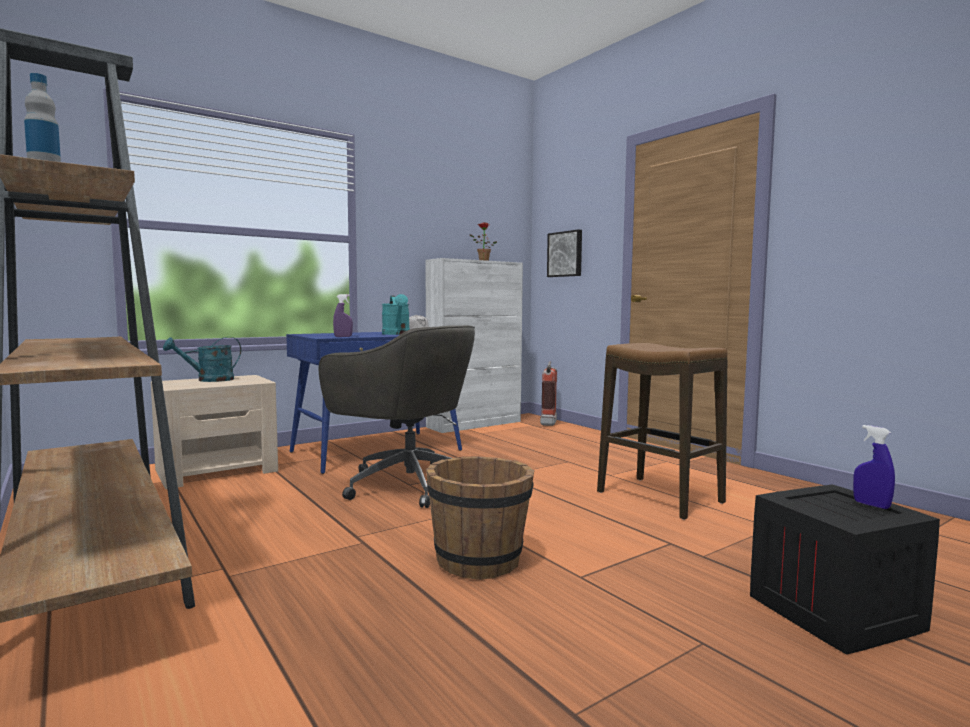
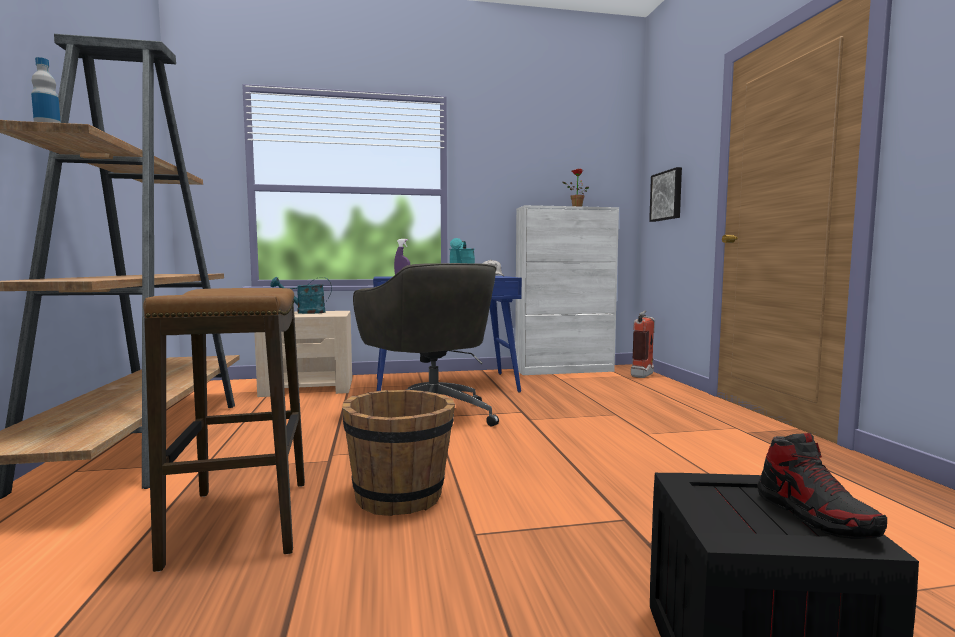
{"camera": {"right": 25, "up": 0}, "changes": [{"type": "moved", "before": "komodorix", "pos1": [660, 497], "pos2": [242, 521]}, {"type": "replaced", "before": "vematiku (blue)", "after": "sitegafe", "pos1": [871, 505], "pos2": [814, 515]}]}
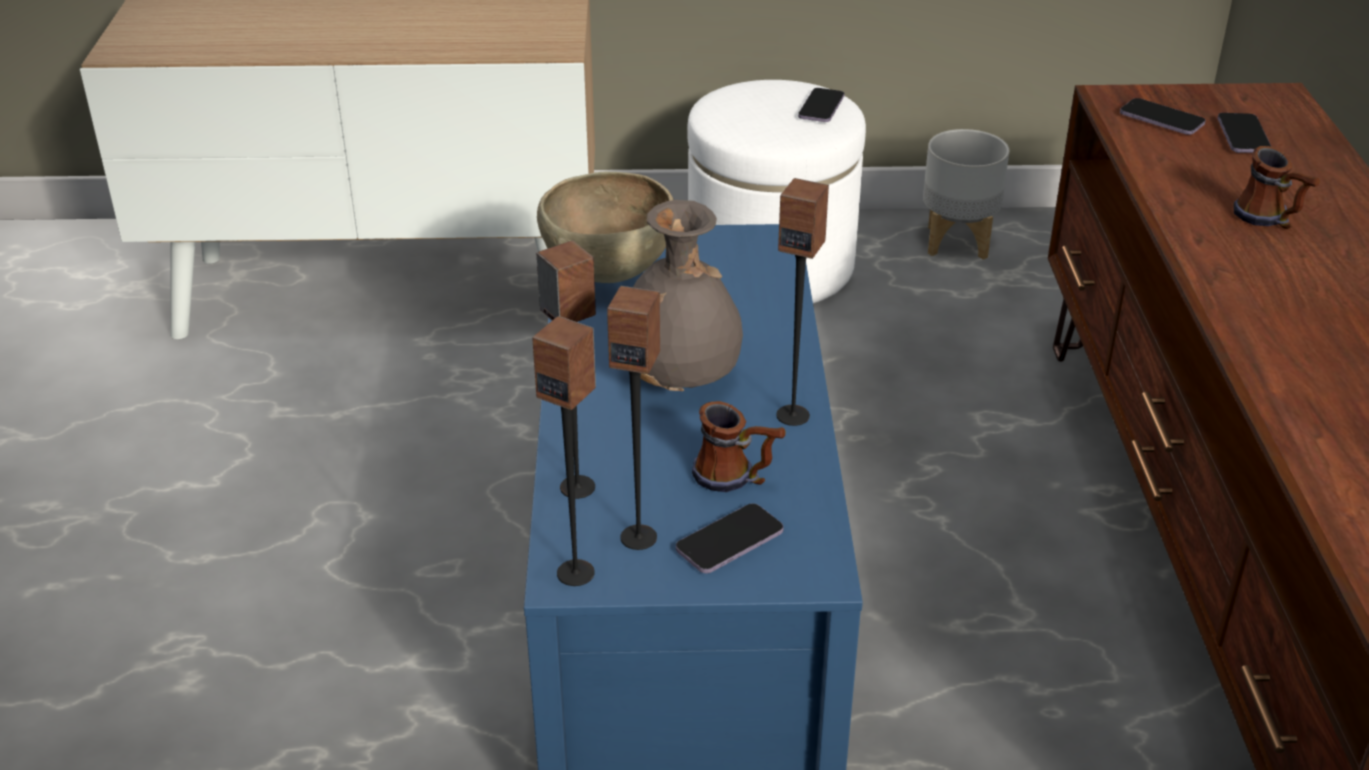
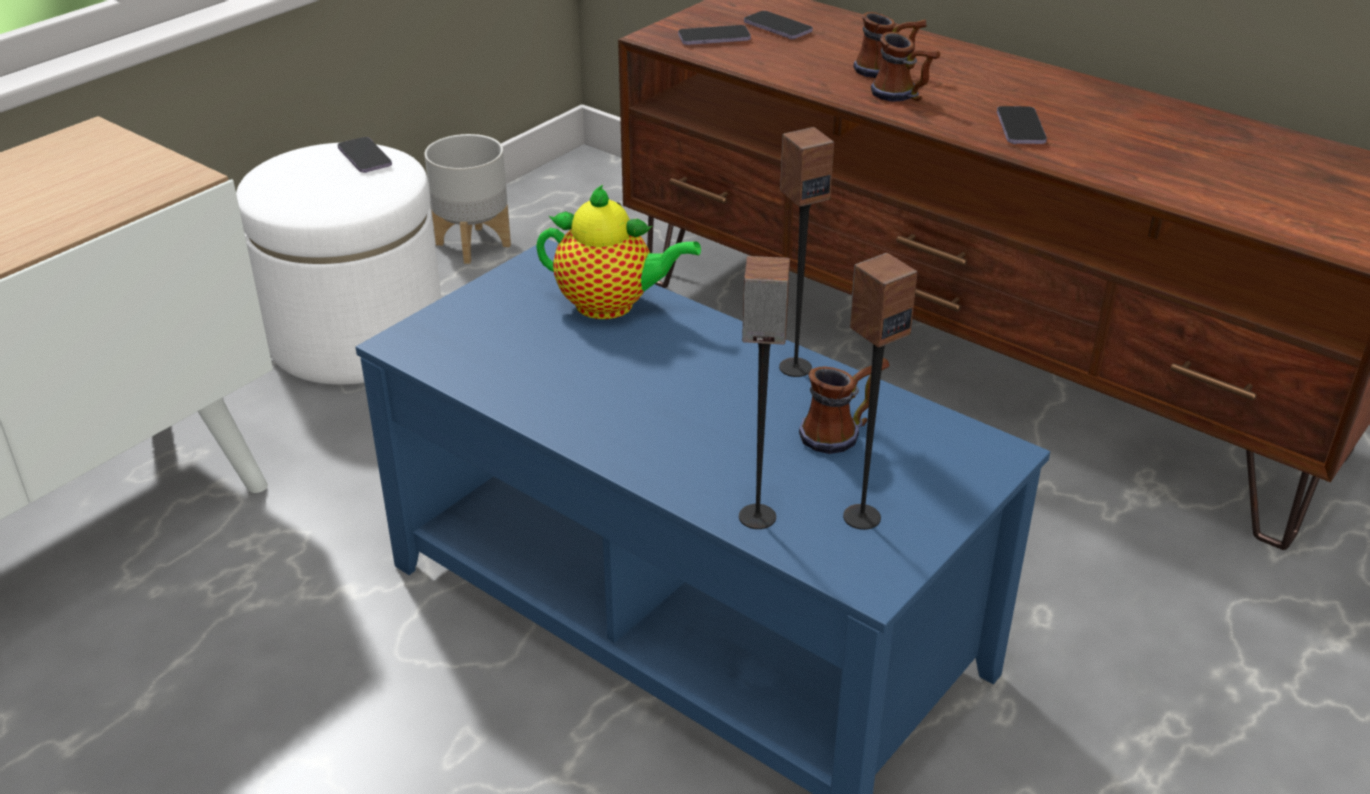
{"camera": {"right": -50, "up": 0}, "changes": [{"type": "removed", "before": "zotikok", "pos1": [576, 572]}, {"type": "removed", "before": "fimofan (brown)", "pos1": [609, 274]}, {"type": "removed", "before": "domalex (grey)", "pos1": [681, 381]}, {"type": "moved", "before": "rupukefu", "pos1": [729, 541], "pos2": [1020, 128]}, {"type": "added", "after": "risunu", "pos2": [611, 305]}, {"type": "added", "after": "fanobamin", "pos2": [903, 96]}]}
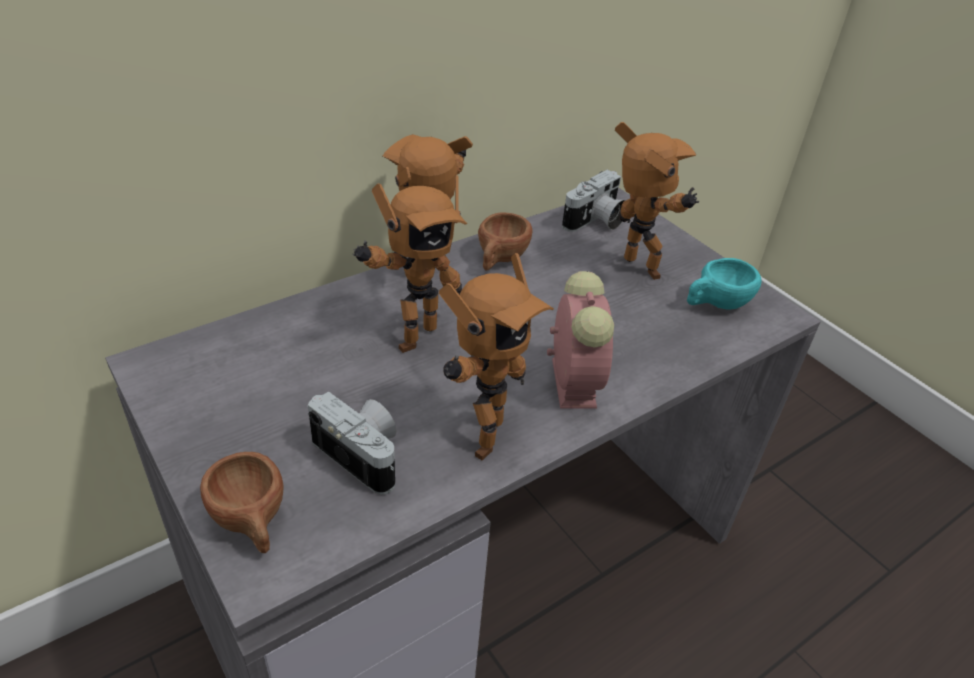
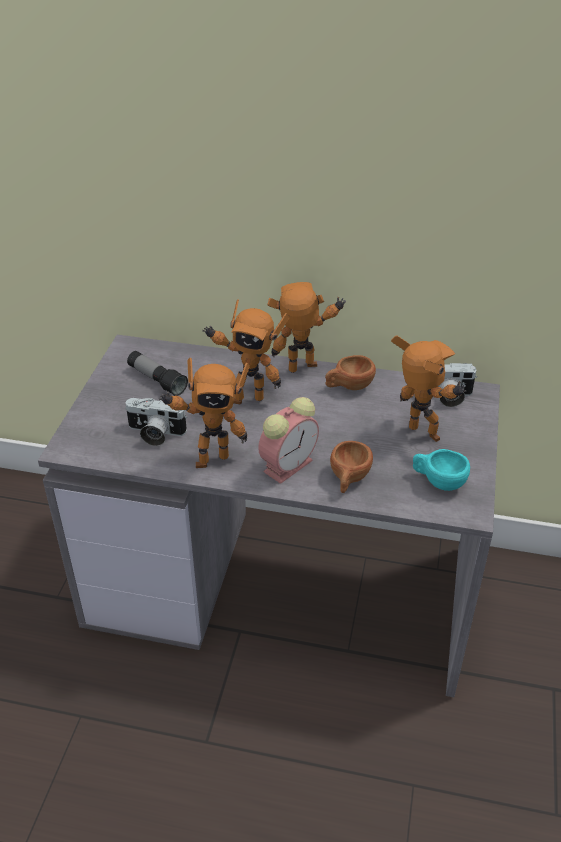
{"camera": {"right": 50, "up": 0}, "changes": [{"type": "moved", "before": "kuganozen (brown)", "pos1": [252, 523], "pos2": [348, 479]}, {"type": "turned", "before": "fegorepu", "pos1": [364, 454], "pos2": [155, 433], "turn": 105}, {"type": "turned", "before": "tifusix", "pos1": [637, 270], "pos2": [421, 436], "turn": -60}, {"type": "added", "after": "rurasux", "pos2": [157, 380]}]}
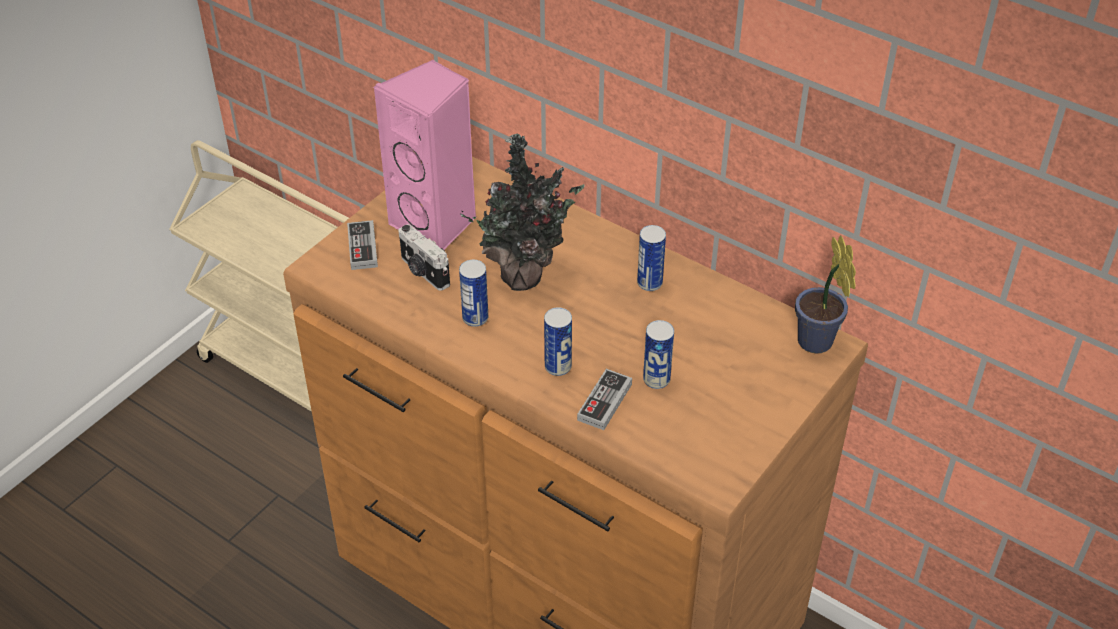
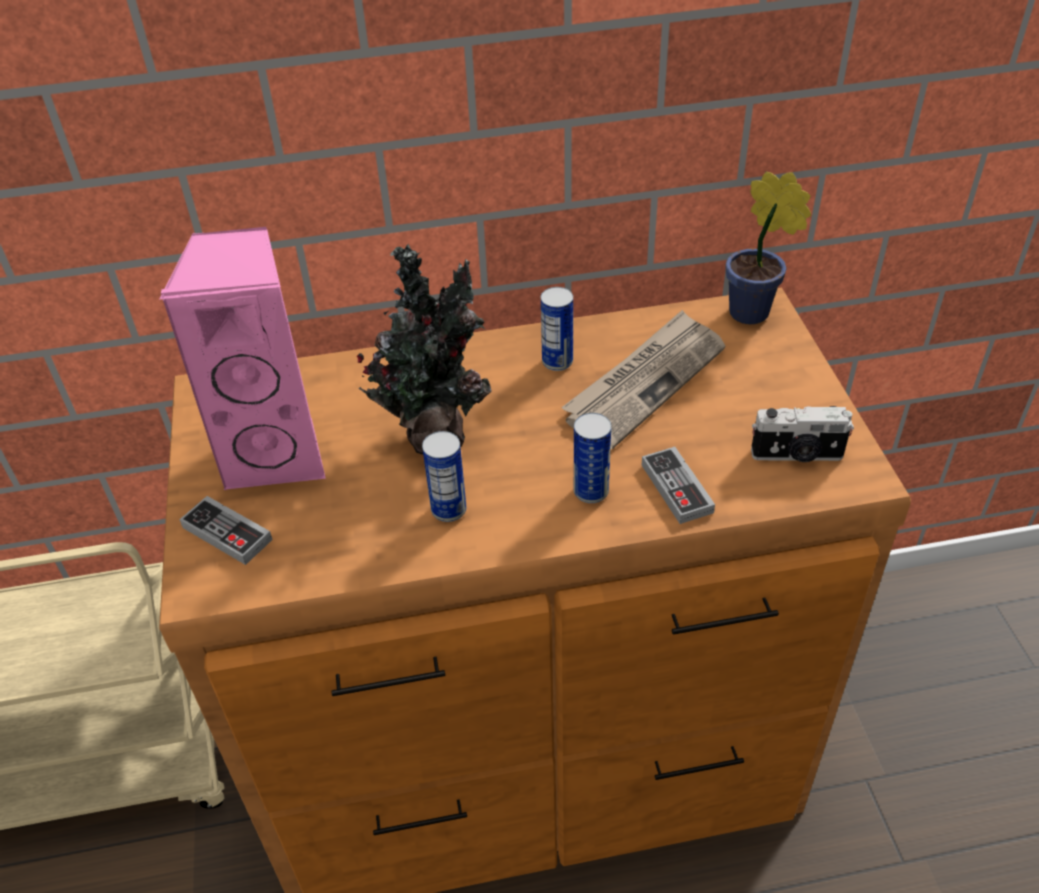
{"camera": {"right": -45, "up": 0}, "changes": [{"type": "moved", "before": "fegorepu", "pos1": [423, 272], "pos2": [797, 455]}, {"type": "removed", "before": "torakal", "pos1": [656, 379]}, {"type": "added", "after": "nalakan", "pos2": [645, 382]}]}
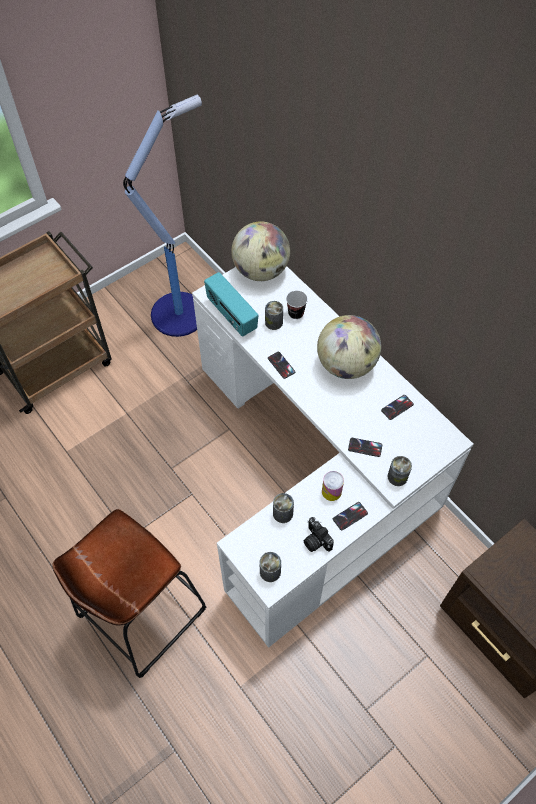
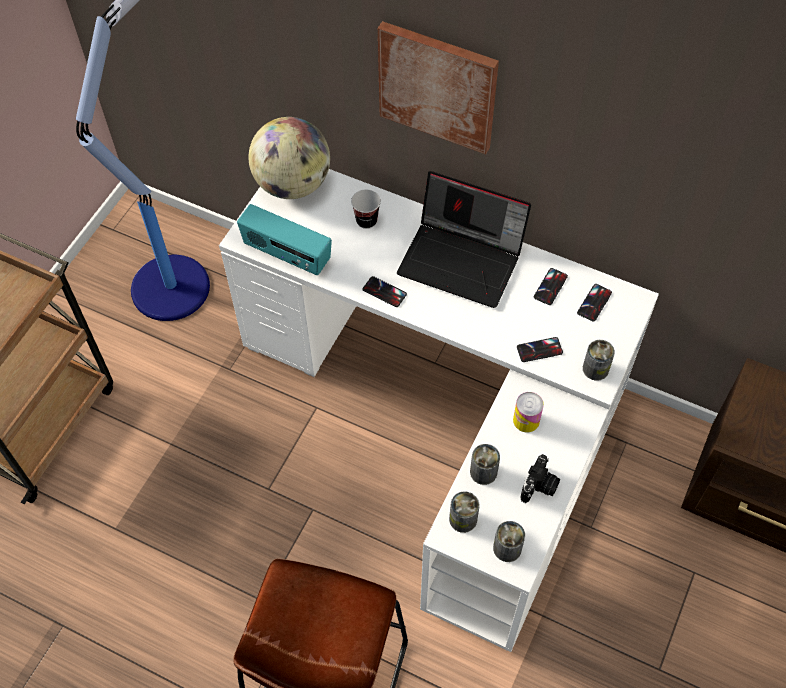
{"camera": {"right": -25, "up": 0}, "changes": [{"type": "moved", "before": "torakal", "pos1": [274, 322], "pos2": [463, 519]}, {"type": "turned", "before": "fegorepu", "pos1": [315, 540], "pos2": [539, 487], "turn": -90}, {"type": "replaced", "before": "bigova", "after": "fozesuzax", "pos1": [346, 365], "pos2": [463, 260]}, {"type": "moved", "before": "rupukefu", "pos1": [350, 516], "pos2": [594, 303]}, {"type": "added", "after": "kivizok", "pos2": [437, 86]}]}
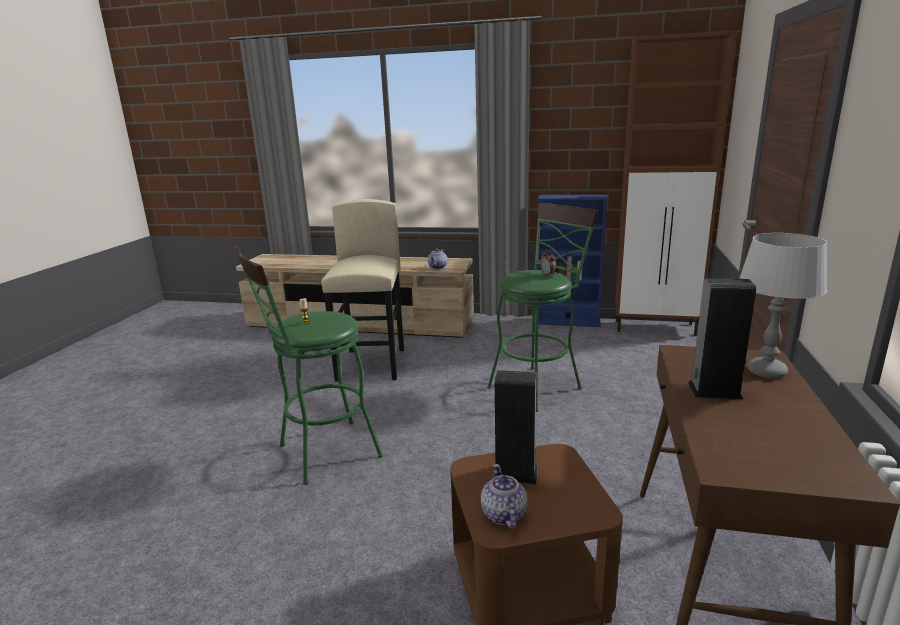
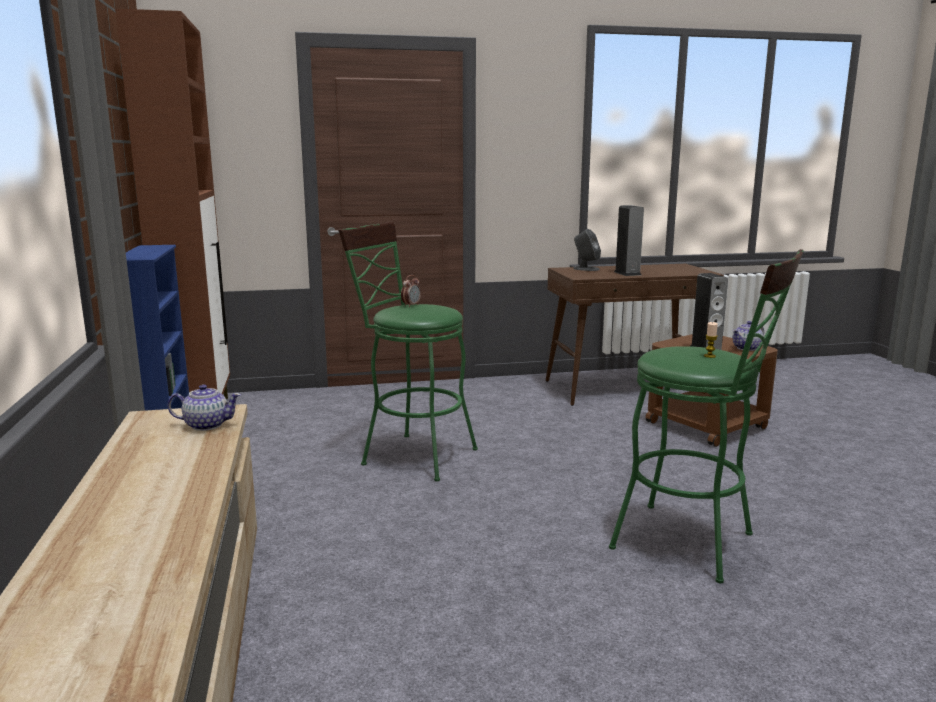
{"camera": {"right": -115, "up": -5}, "changes": [{"type": "removed", "before": "komodorix (beige)", "pos1": [372, 364]}, {"type": "replaced", "before": "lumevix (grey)", "after": "zotikok (grey)", "pos1": [767, 371], "pos2": [586, 269]}]}
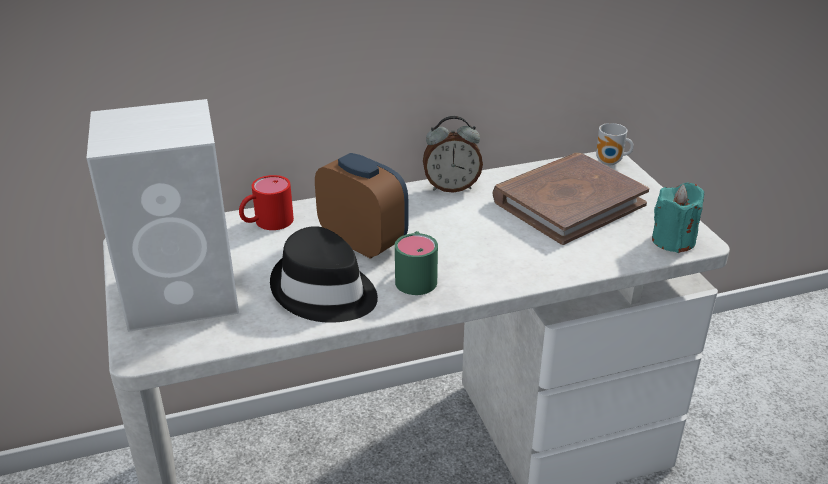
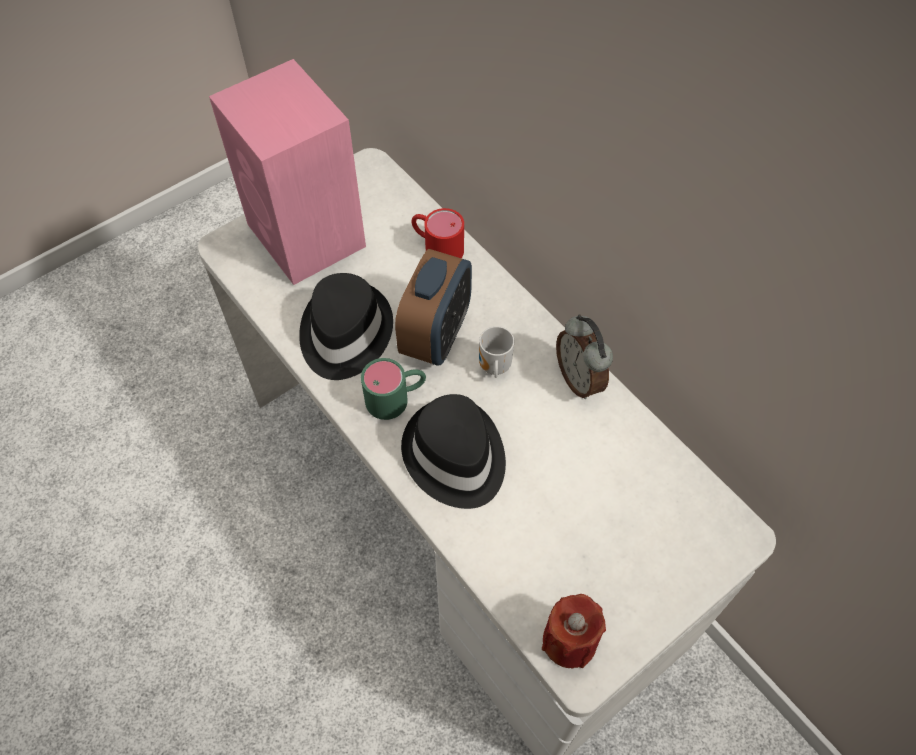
{"camera": {"right": 70, "up": 25}, "changes": [{"type": "recoloured", "before": "zotikok (white)", "after": "zotikok (pink)", "pos1": [185, 293], "pos2": [308, 237]}, {"type": "removed", "before": "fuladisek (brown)", "pos1": [568, 202]}, {"type": "moved", "before": "fanobamin", "pos1": [610, 163], "pos2": [493, 367]}, {"type": "recoloured", "before": "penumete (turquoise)", "after": "penumete (red)", "pos1": [673, 240], "pos2": [569, 641]}, {"type": "added", "after": "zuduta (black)", "pos2": [454, 456]}]}
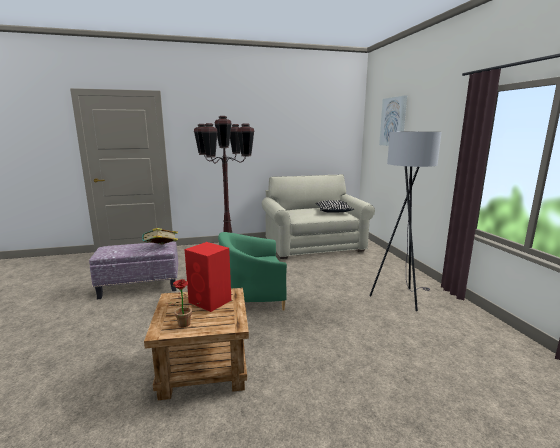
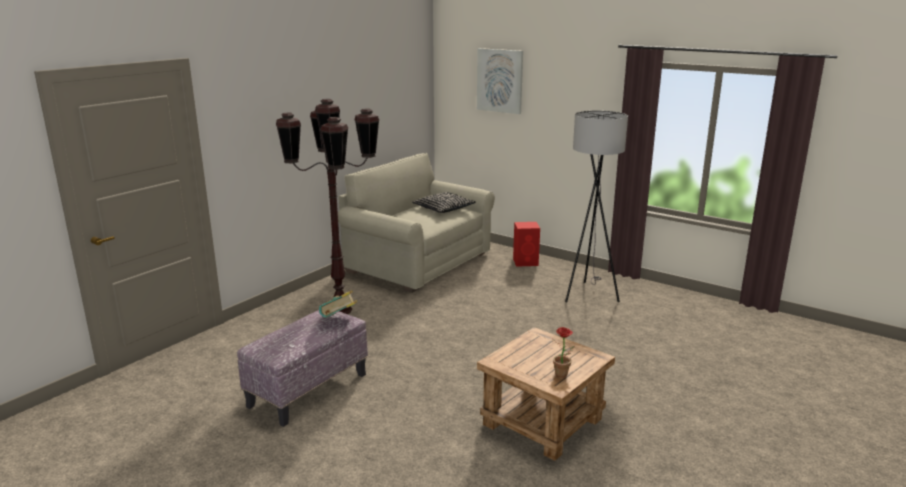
{"camera": {"right": -40, "up": 5}, "changes": [{"type": "moved", "before": "zotikok (red)", "pos1": [210, 301], "pos2": [526, 262]}, {"type": "removed", "before": "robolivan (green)", "pos1": [254, 297]}]}
